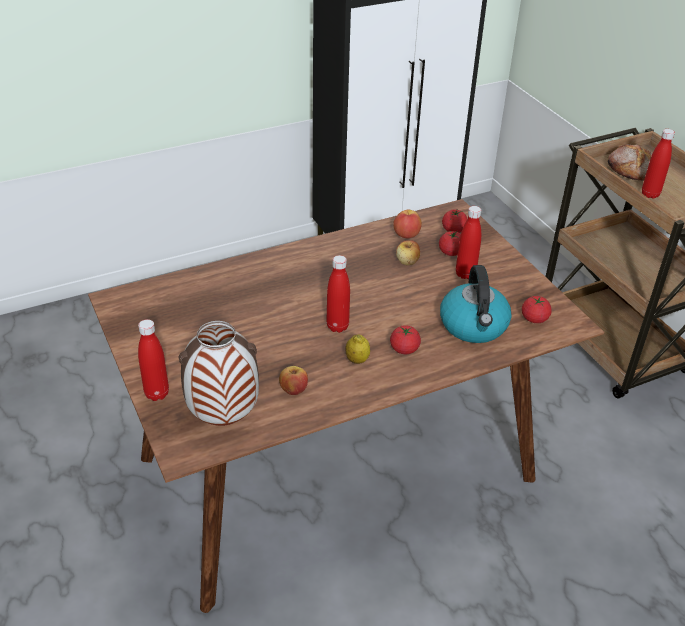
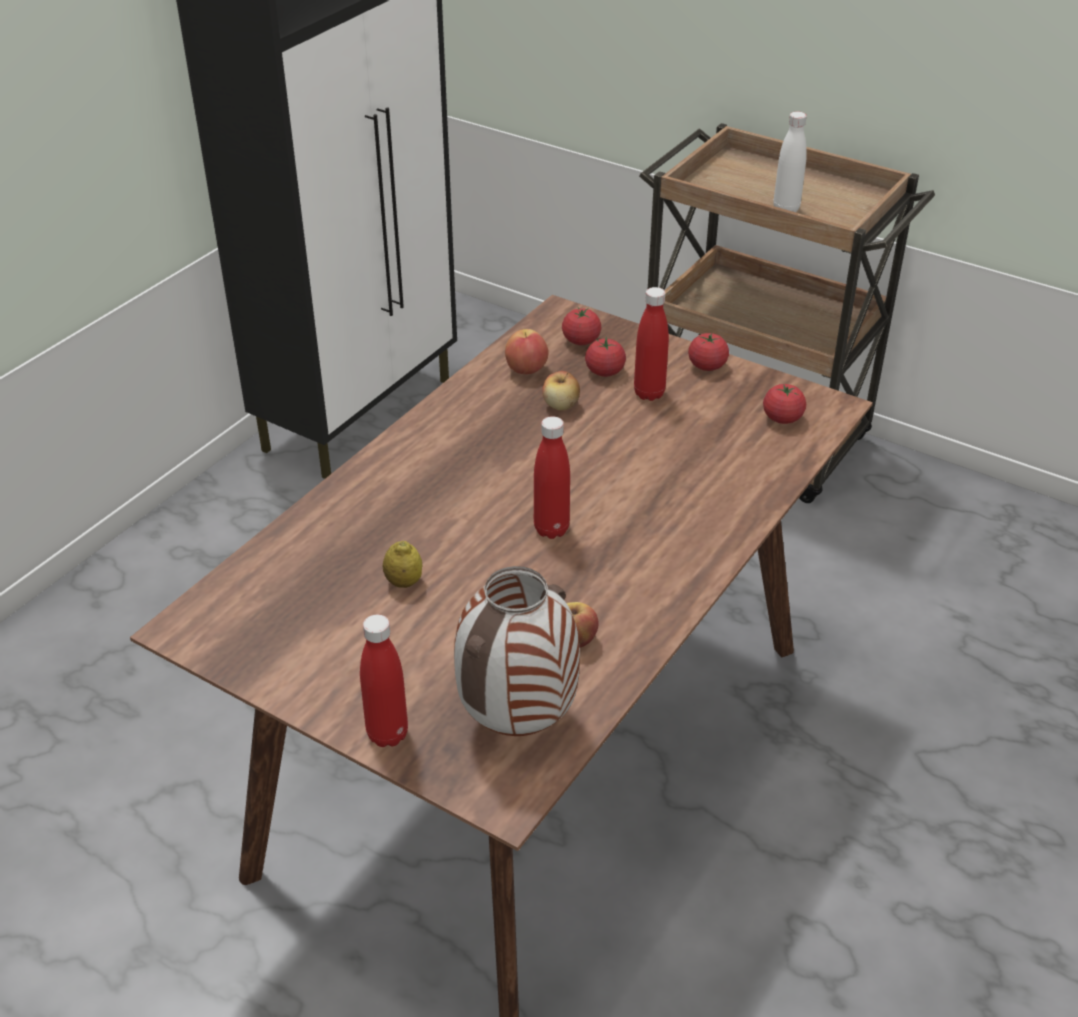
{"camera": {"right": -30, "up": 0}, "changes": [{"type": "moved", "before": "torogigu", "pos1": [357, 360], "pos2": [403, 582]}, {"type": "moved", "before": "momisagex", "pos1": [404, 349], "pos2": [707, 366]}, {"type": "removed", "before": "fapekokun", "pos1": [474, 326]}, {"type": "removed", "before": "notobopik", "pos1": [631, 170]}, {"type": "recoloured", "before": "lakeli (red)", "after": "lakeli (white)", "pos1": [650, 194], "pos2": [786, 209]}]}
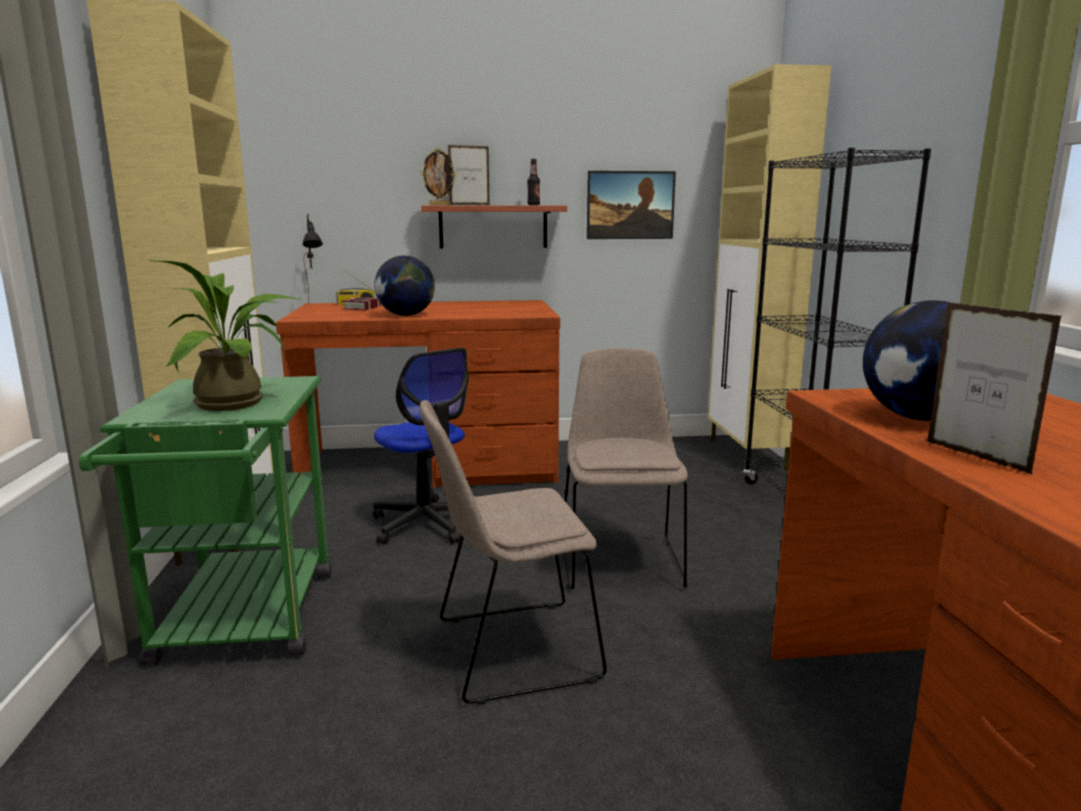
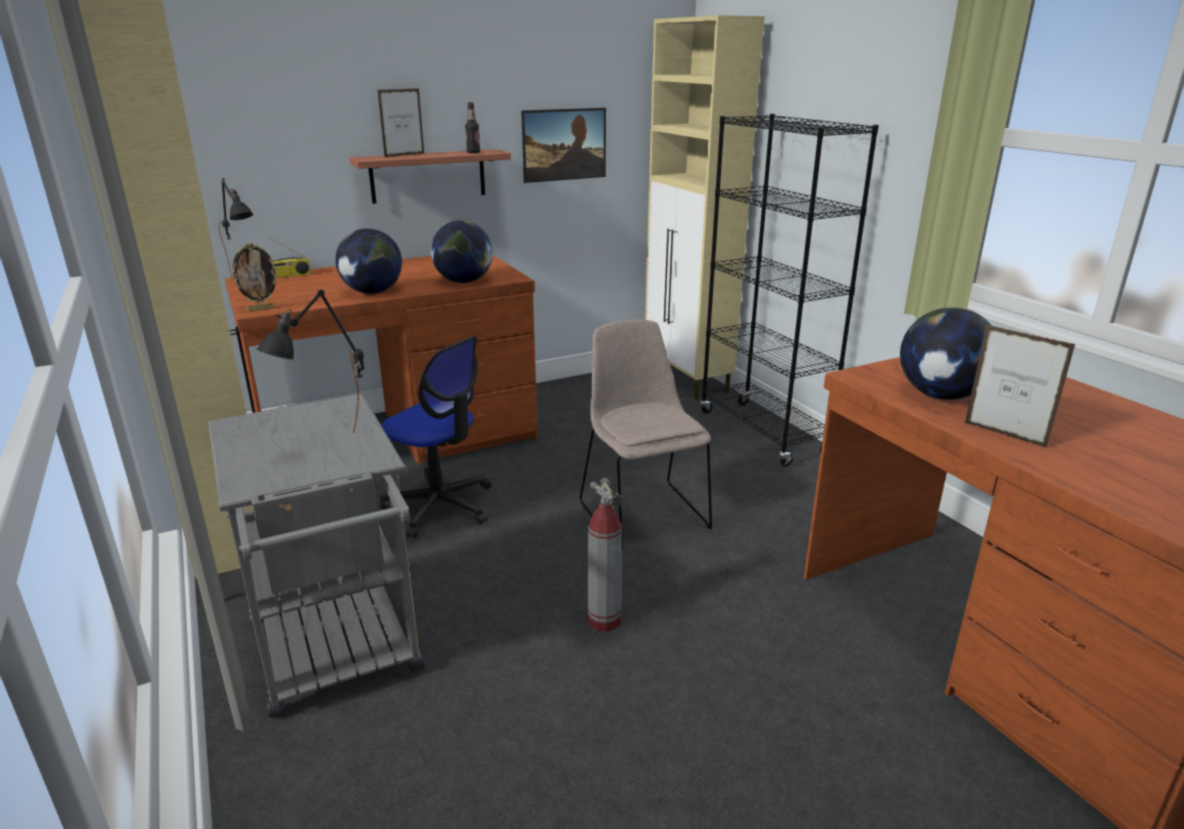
{"camera": {"right": -20, "up": 10}, "changes": [{"type": "recoloured", "before": "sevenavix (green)", "after": "sevenavix (grey)", "pos1": [242, 625], "pos2": [339, 654]}, {"type": "replaced", "before": "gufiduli", "after": "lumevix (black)", "pos1": [239, 403], "pos2": [328, 447]}, {"type": "removed", "before": "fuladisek", "pos1": [360, 308]}, {"type": "replaced", "before": "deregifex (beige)", "after": "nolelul", "pos1": [510, 651], "pos2": [604, 620]}, {"type": "moved", "before": "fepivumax", "pos1": [439, 205], "pos2": [261, 309]}, {"type": "added", "after": "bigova", "pos2": [463, 281]}]}
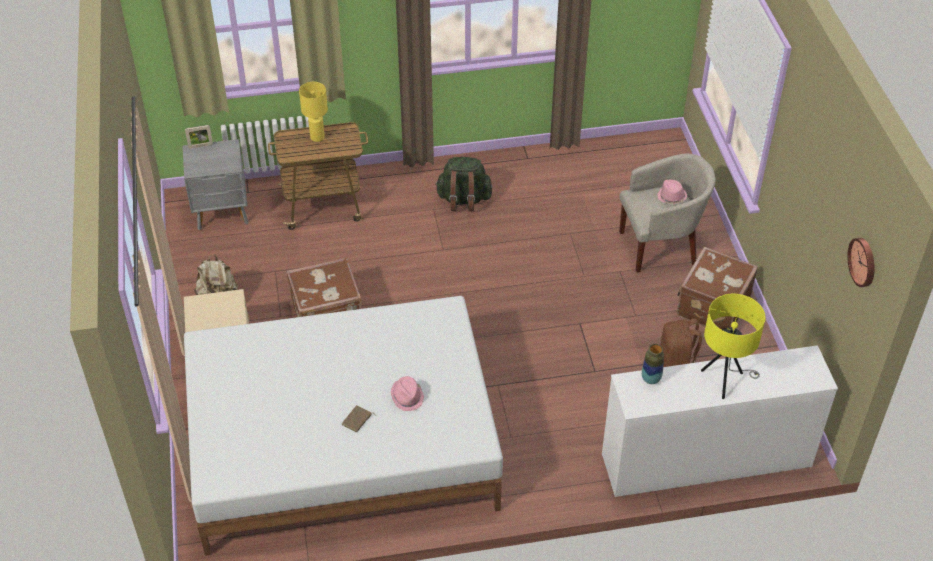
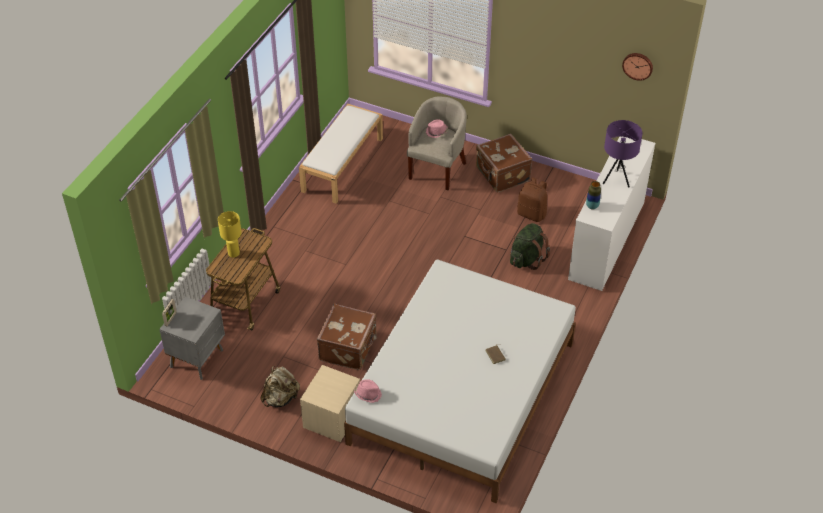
{"camera": {"right": -55, "up": 0}, "changes": [{"type": "moved", "before": "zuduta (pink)", "pos1": [407, 397], "pos2": [368, 394]}, {"type": "moved", "before": "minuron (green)", "pos1": [463, 200], "pos2": [527, 259]}, {"type": "recoloured", "before": "lumevix (yellow)", "after": "lumevix (purple)", "pos1": [724, 381], "pos2": [616, 179]}, {"type": "added", "after": "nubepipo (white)", "pos2": [342, 164]}]}
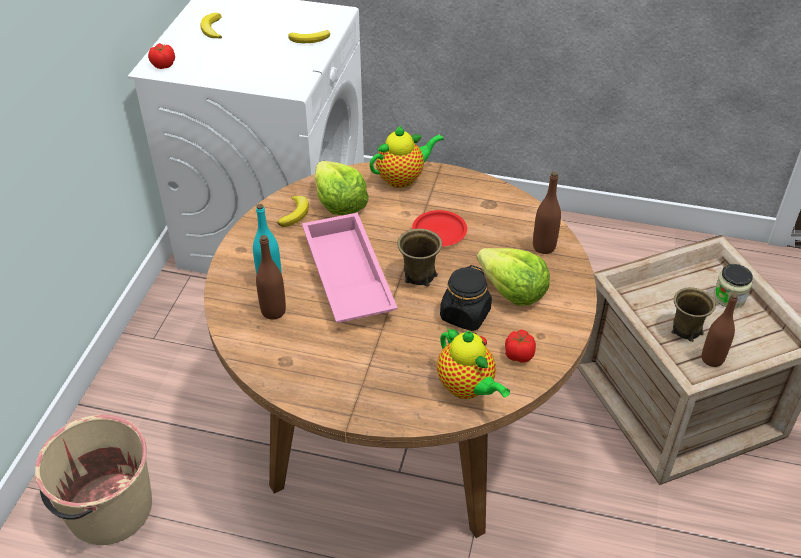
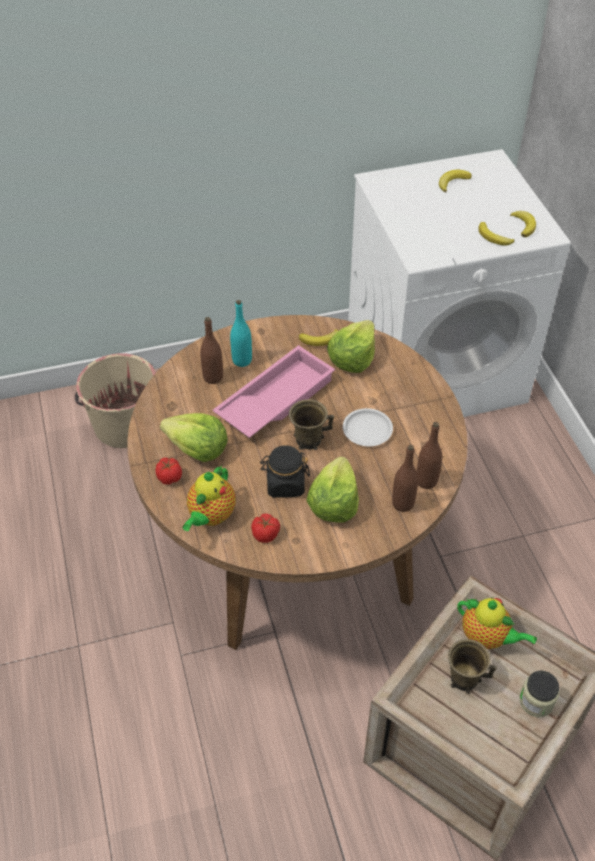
{"camera": {"right": 60, "up": 5}, "changes": [{"type": "moved", "before": "momisagex", "pos1": [163, 65], "pos2": [169, 477]}, {"type": "moved", "before": "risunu", "pos1": [403, 178], "pos2": [487, 637]}, {"type": "recoloured", "before": "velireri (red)", "after": "velireri (white)", "pos1": [439, 231], "pos2": [368, 430]}, {"type": "moved", "before": "lakeli (brown)", "pos1": [712, 359], "pos2": [426, 481]}, {"type": "added", "after": "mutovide", "pos2": [197, 449]}, {"type": "added", "after": "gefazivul", "pos2": [523, 225]}]}
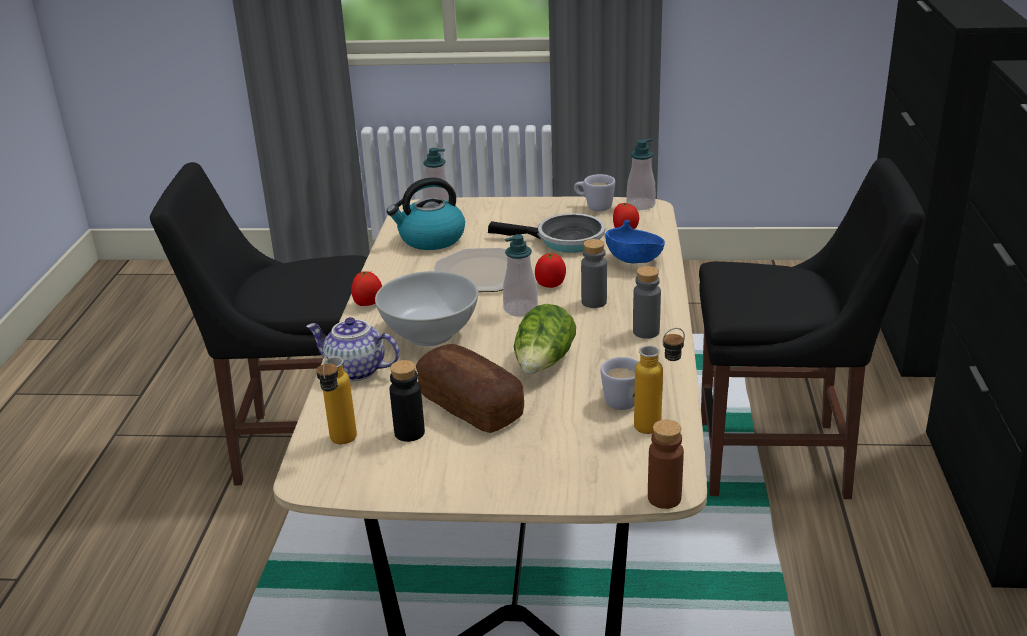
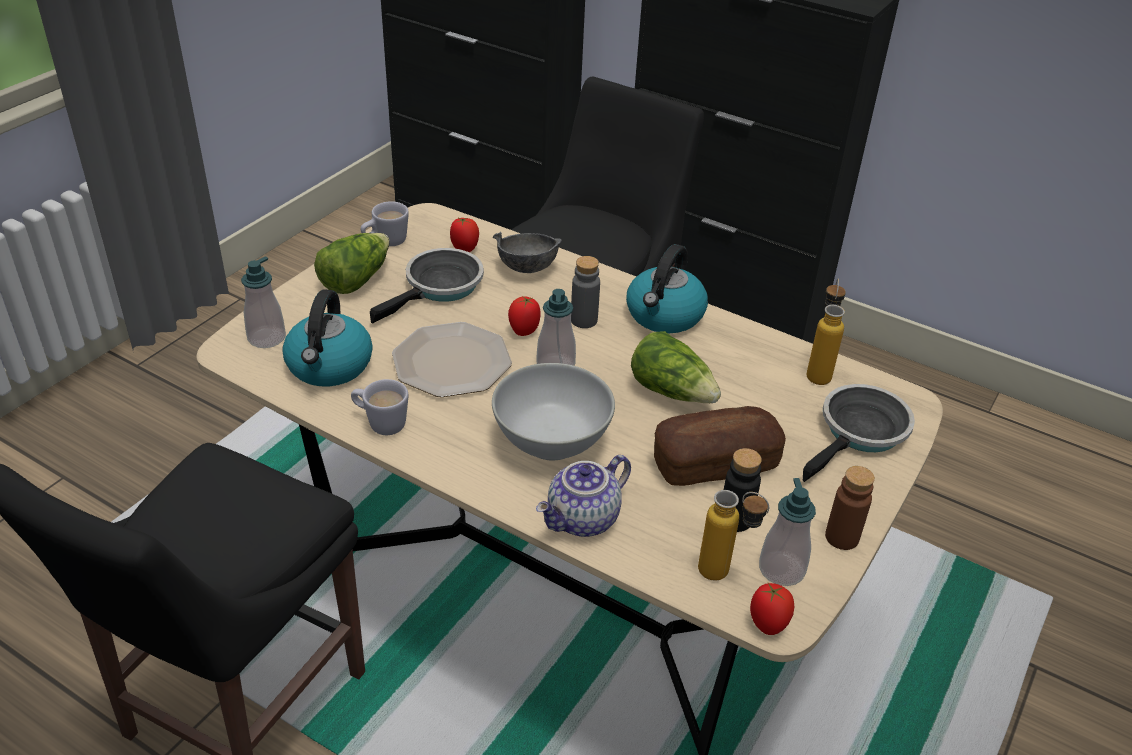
{"camera": {"right": -65, "up": 10}, "changes": [{"type": "moved", "before": "momisagex", "pos1": [368, 304], "pos2": [768, 624]}, {"type": "moved", "before": "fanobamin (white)", "pos1": [620, 398], "pos2": [380, 423]}, {"type": "recoloured", "before": "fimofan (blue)", "after": "fimofan (grey)", "pos1": [635, 260], "pos2": [527, 267]}, {"type": "moved", "before": "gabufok", "pos1": [640, 205], "pos2": [781, 569]}, {"type": "replaced", "before": "lakeli (grey)", "after": "fapekokun", "pos1": [646, 332], "pos2": [664, 316]}, {"type": "moved", "before": "lakeli (brown)", "pos1": [664, 498], "pos2": [841, 537]}, {"type": "added", "after": "mutovide", "pos2": [355, 279]}, {"type": "added", "after": "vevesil", "pos2": [860, 433]}]}
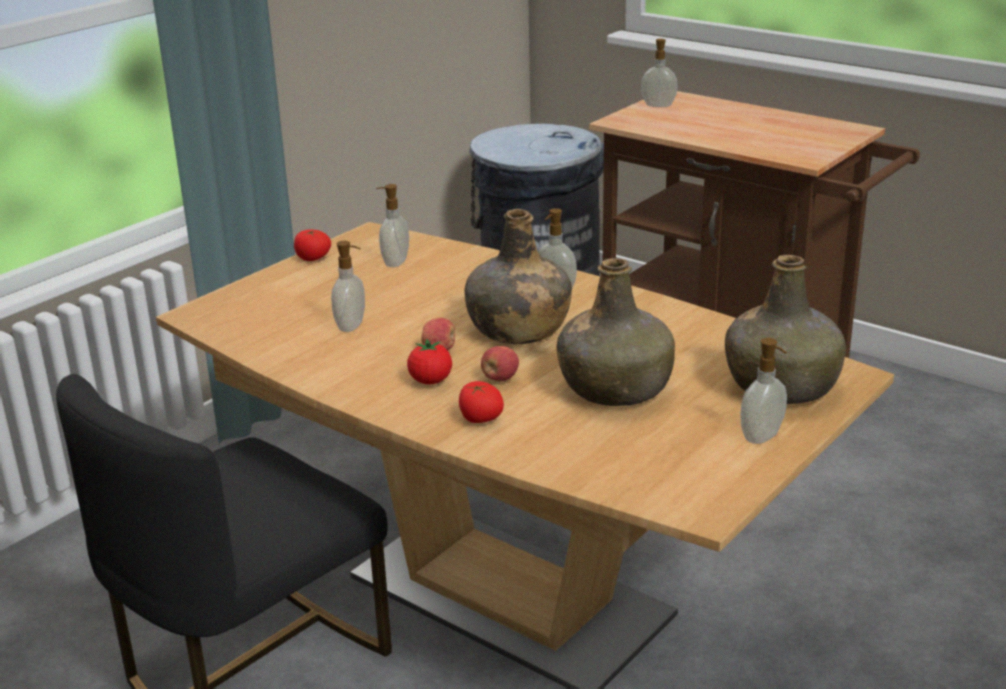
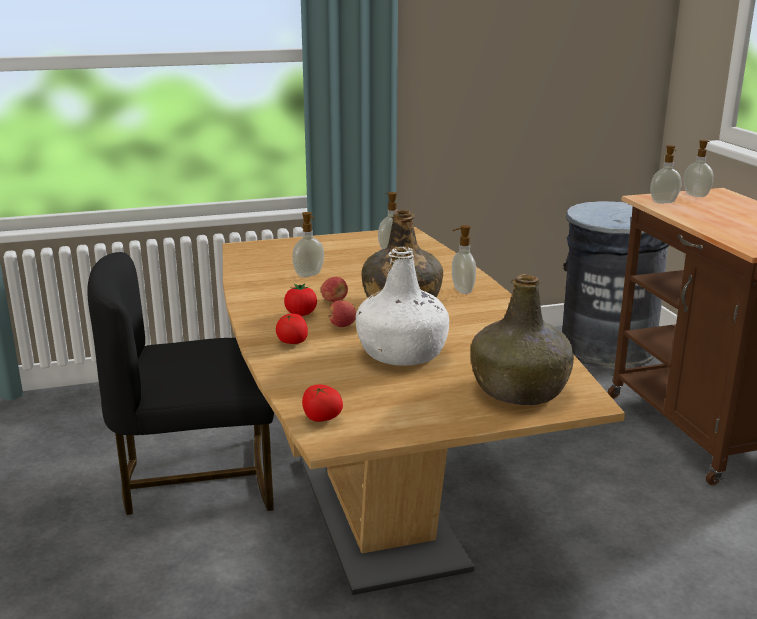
{"camera": {"right": 35, "up": -5}, "changes": [{"type": "moved", "before": "momisagex", "pos1": [313, 258], "pos2": [321, 418]}, {"type": "recoloured", "before": "lakeli (green)", "after": "lakeli (white)", "pos1": [615, 388], "pos2": [402, 353]}, {"type": "moved", "before": "gabufok", "pos1": [762, 437], "pos2": [664, 202]}]}
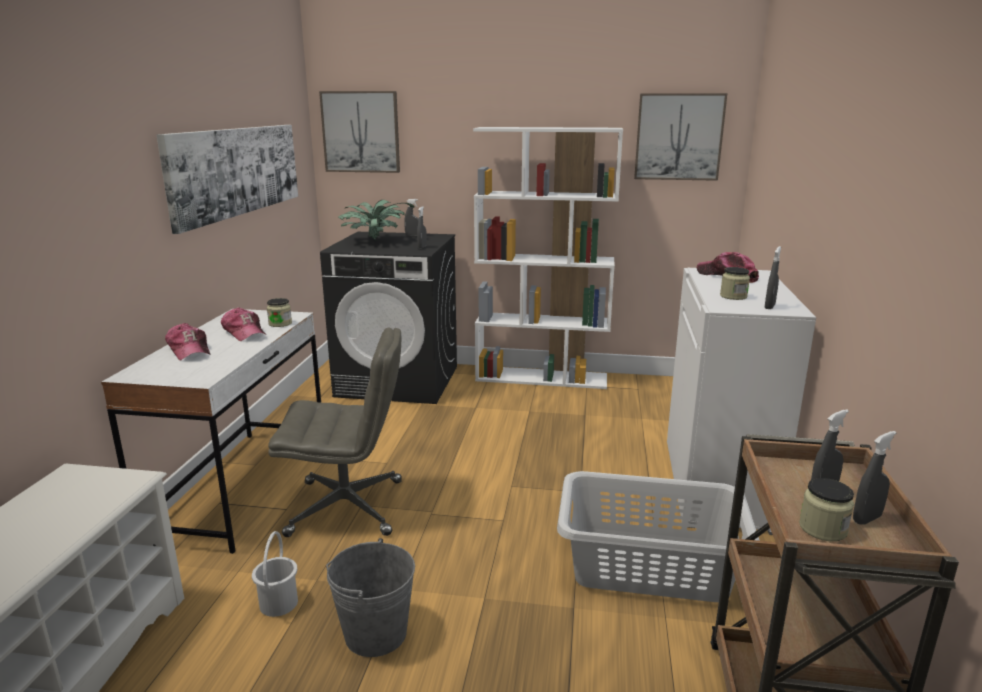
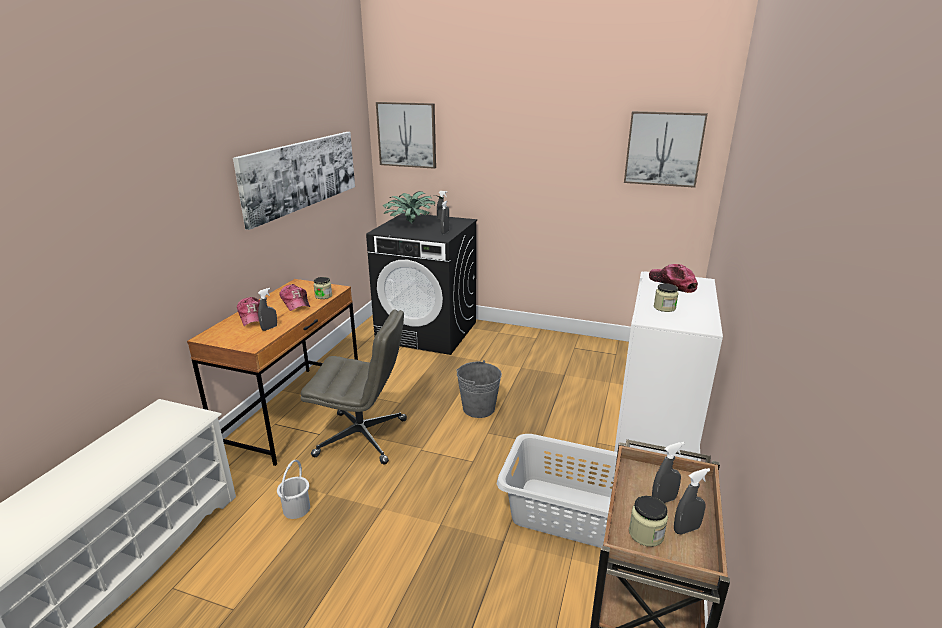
{"camera": {"right": 10, "up": 5}, "changes": [{"type": "recoloured", "before": "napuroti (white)", "after": "napuroti (brown)", "pos1": [242, 486], "pos2": [294, 412]}, {"type": "moved", "before": "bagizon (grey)", "pos1": [375, 633], "pos2": [478, 408]}, {"type": "removed", "before": "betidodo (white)", "pos1": [542, 377]}, {"type": "moved", "before": "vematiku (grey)", "pos1": [769, 307], "pos2": [269, 328]}]}
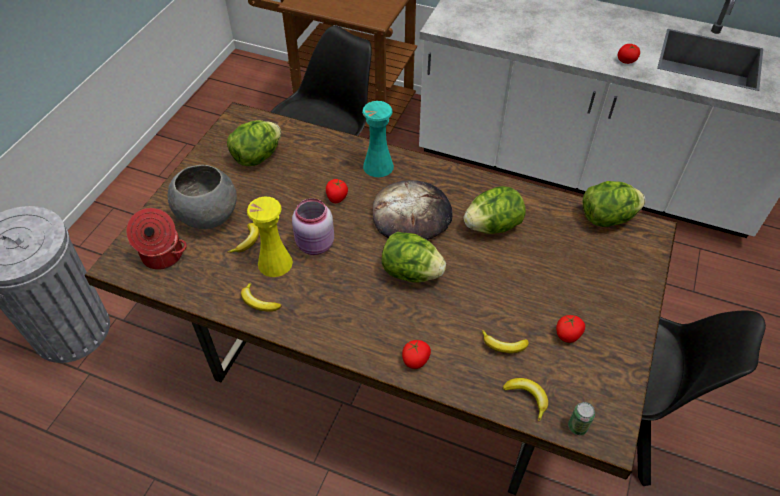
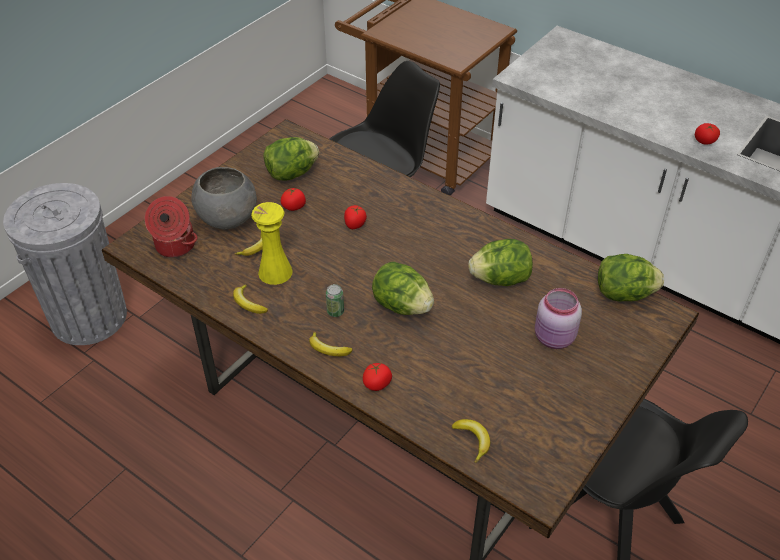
{"camera": {"right": 15, "up": -5}, "changes": [{"type": "moved", "before": "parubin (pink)", "pos1": [315, 245], "pos2": [554, 339]}, {"type": "removed", "before": "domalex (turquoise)", "pos1": [378, 166]}, {"type": "removed", "before": "notobopik", "pos1": [412, 215]}, {"type": "moved", "before": "gefazivul", "pos1": [503, 346], "pos2": [328, 349]}, {"type": "moved", "before": "momisagex", "pos1": [568, 335], "pos2": [294, 207]}, {"type": "moved", "before": "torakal", "pos1": [577, 426], "pos2": [335, 312]}]}
